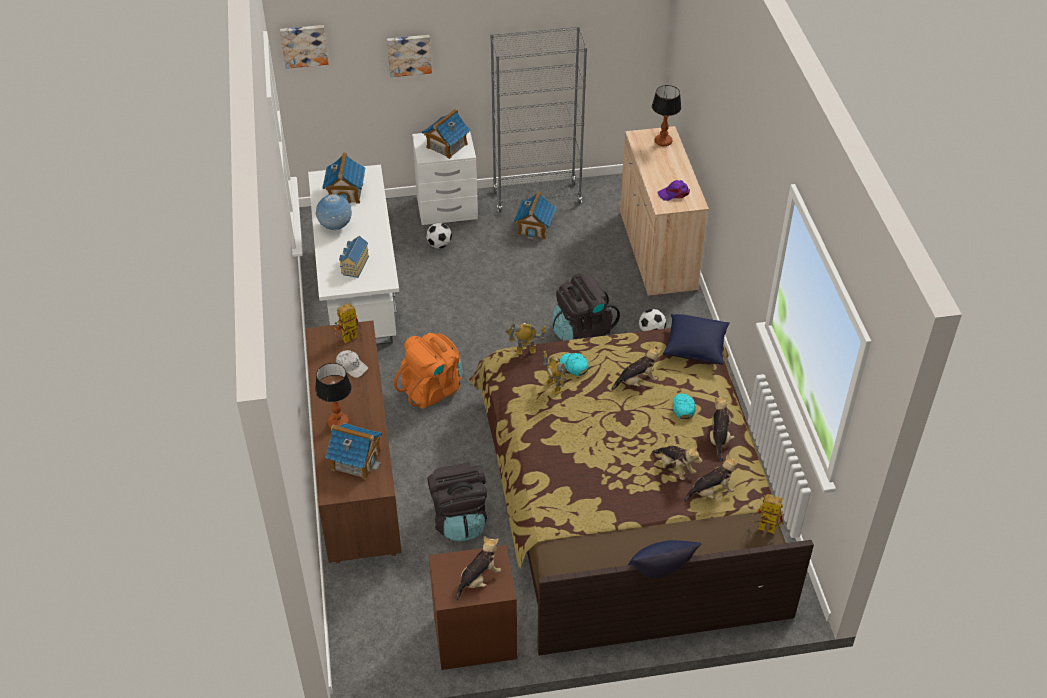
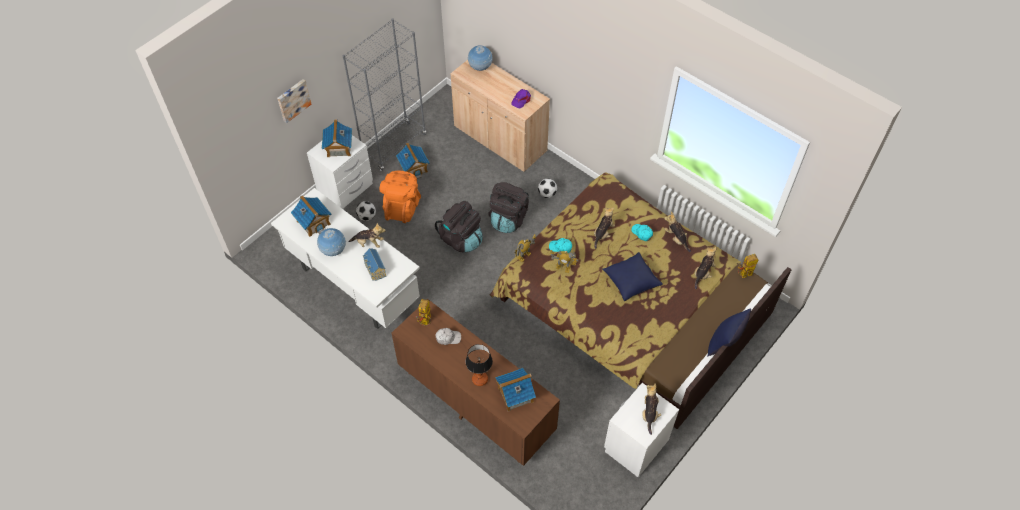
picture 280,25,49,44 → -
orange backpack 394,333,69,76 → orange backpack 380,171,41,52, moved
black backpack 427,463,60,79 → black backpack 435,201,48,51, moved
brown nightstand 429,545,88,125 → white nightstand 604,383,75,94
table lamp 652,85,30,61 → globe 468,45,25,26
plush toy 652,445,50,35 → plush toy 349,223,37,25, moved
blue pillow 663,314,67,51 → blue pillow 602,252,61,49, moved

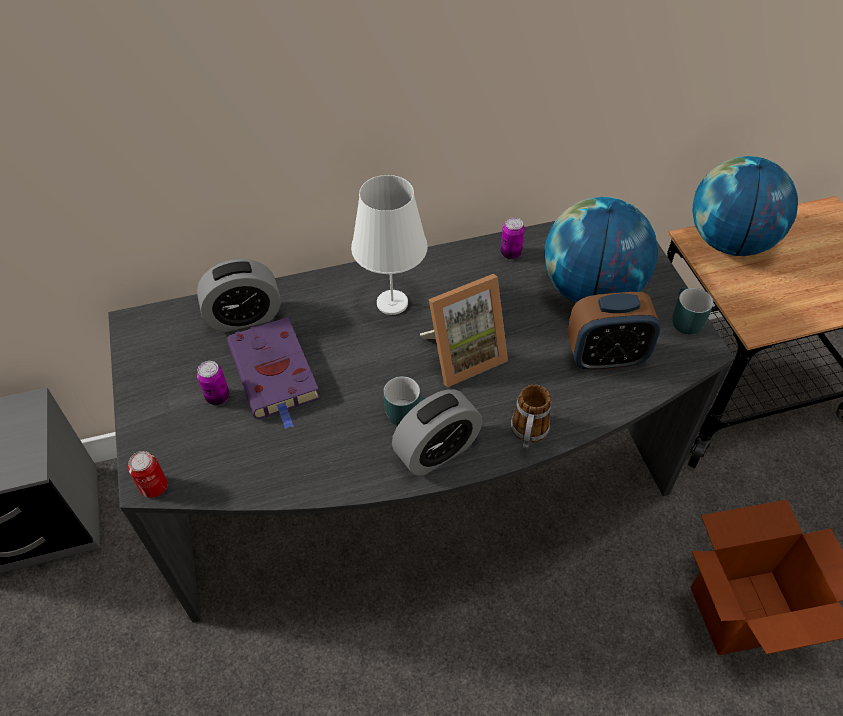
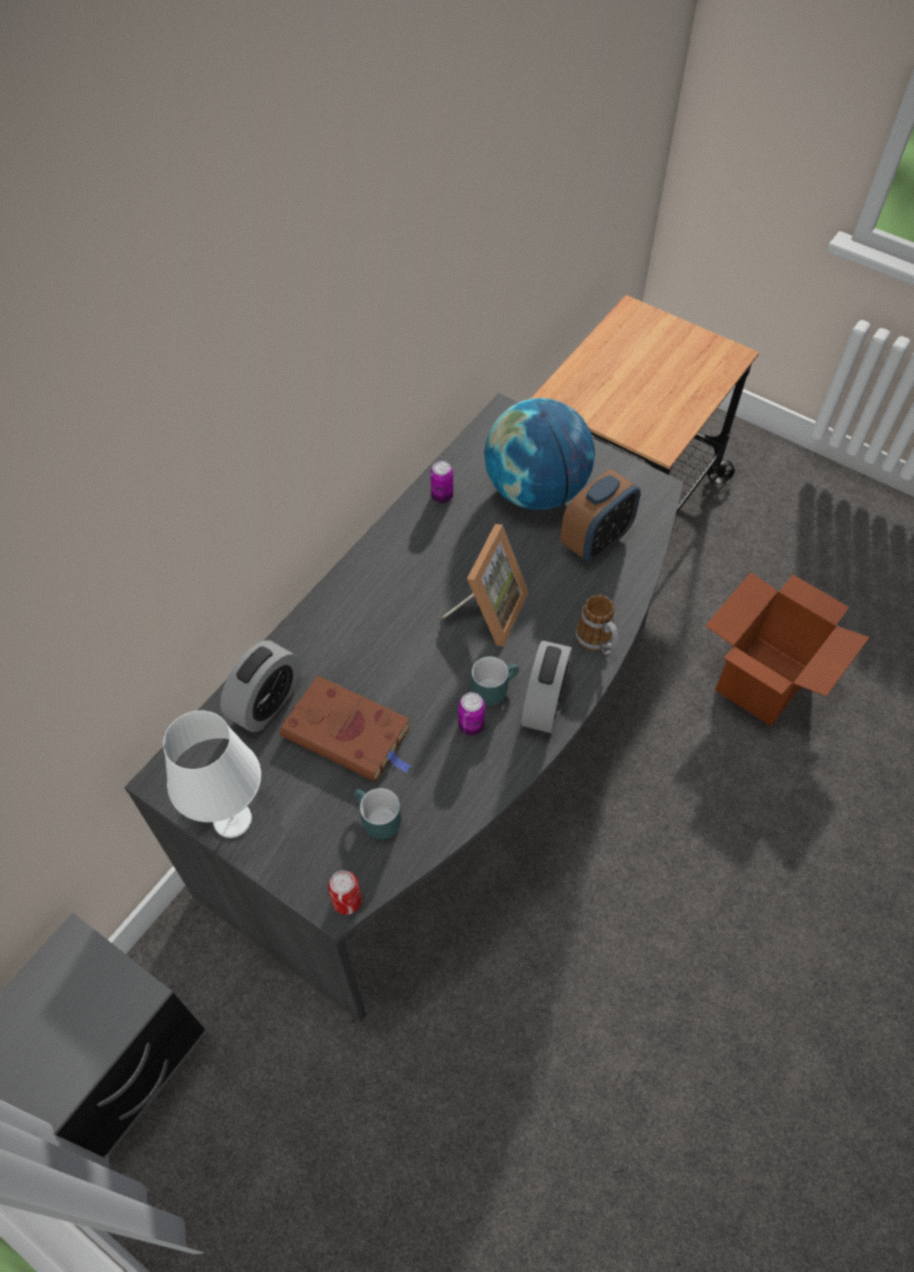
can 197,361,32,44 → can 458,692,27,44, moved
purple book 227,317,93,112 → brown book 280,675,132,107
white table lamp 351,175,77,140 → white table lamp 163,711,98,127, moved
turquoise mug 673,287,41,48 → turquoise mug 354,788,47,51, moved
globe 692,156,106,100 → -

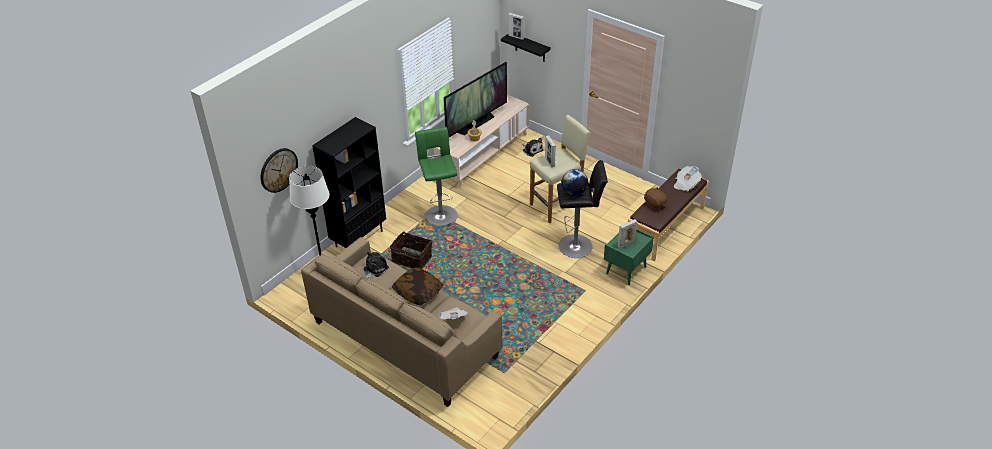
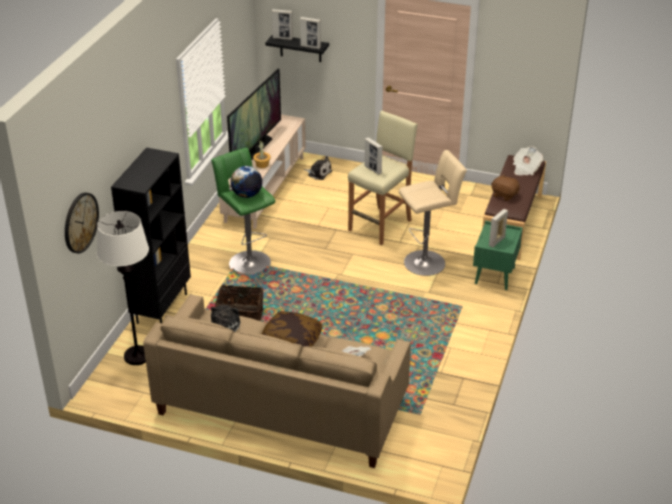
black stool 557,160,51,98 → beige stool 399,150,68,126
globe 562,169,26,27 → globe 230,166,32,32, moved
- → picture frame 300,17,21,32

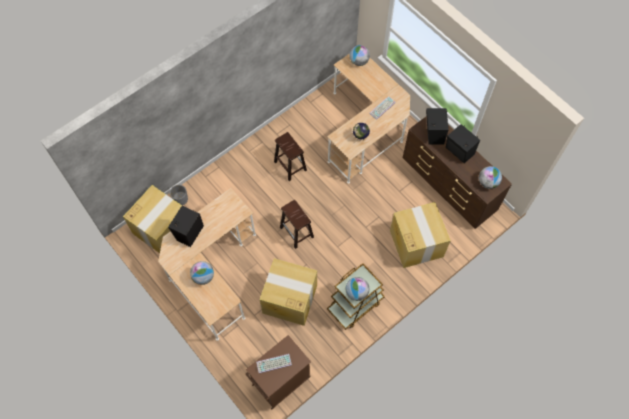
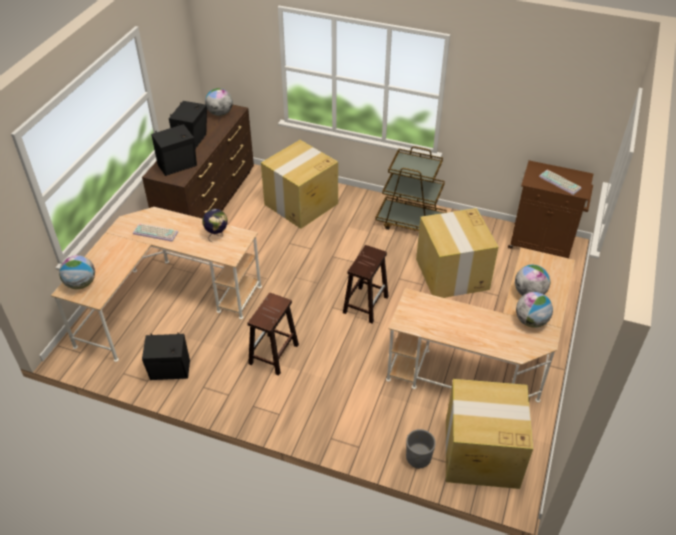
black speaker 168,206,36,41 → black speaker 142,333,48,47, moved
globe 346,277,23,24 → globe 516,292,37,36, moved

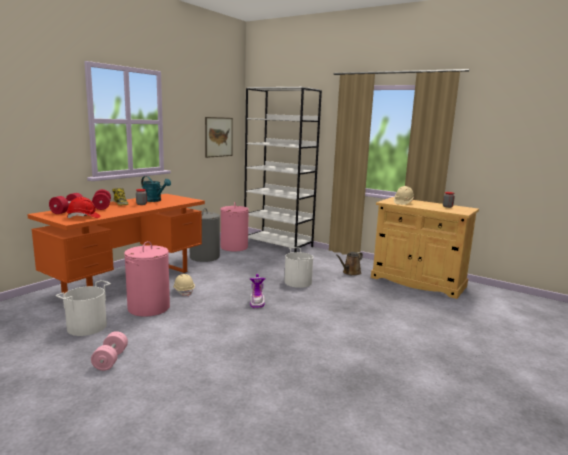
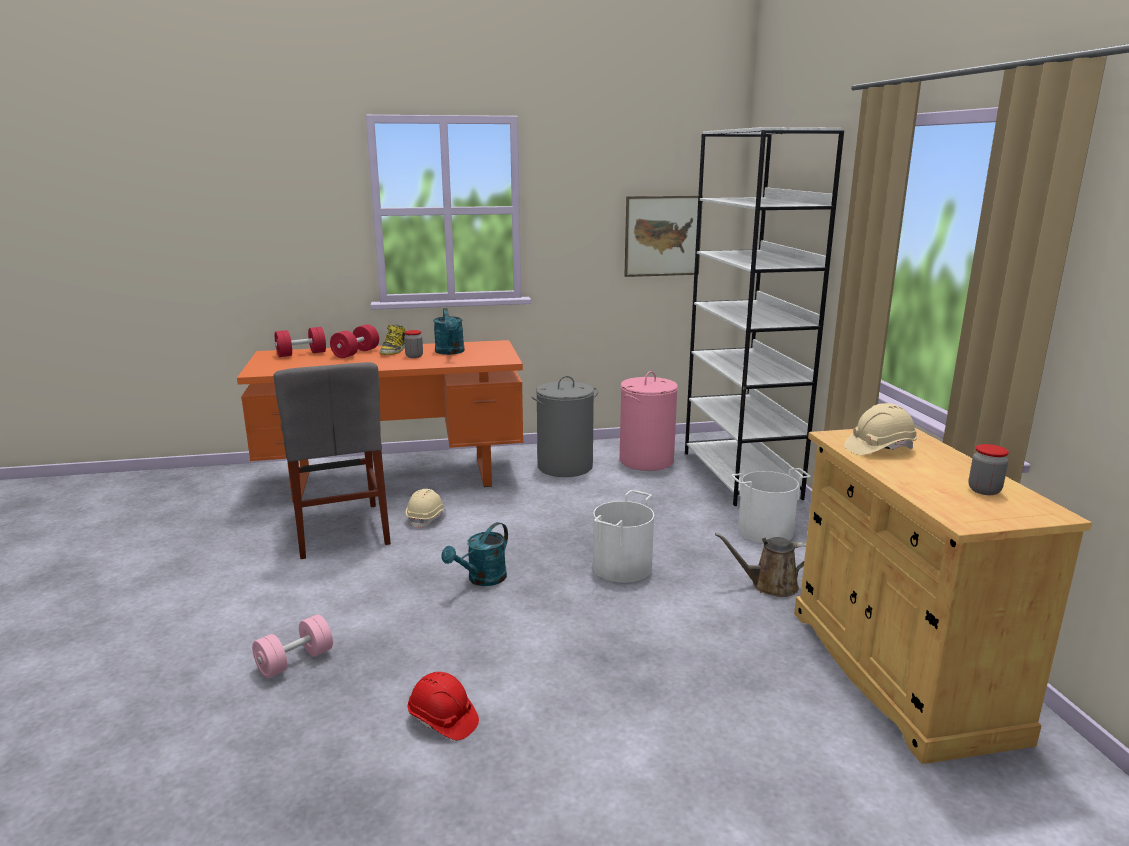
white bucket 56,280,55,56 → white bucket 731,468,80,75, moved
red hard hat 67,197,33,21 → red hard hat 407,672,72,68, moved
pink dumbbell 91,331,37,40 → pink dumbbell 252,614,81,64, moved
pink laundry basket 124,241,46,76 → grey chair 273,362,118,197
boot 250,274,16,35 → turquoise watering can 442,522,66,64

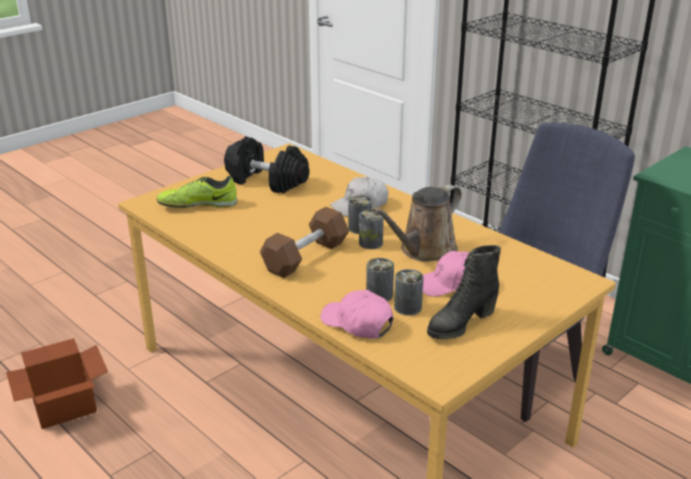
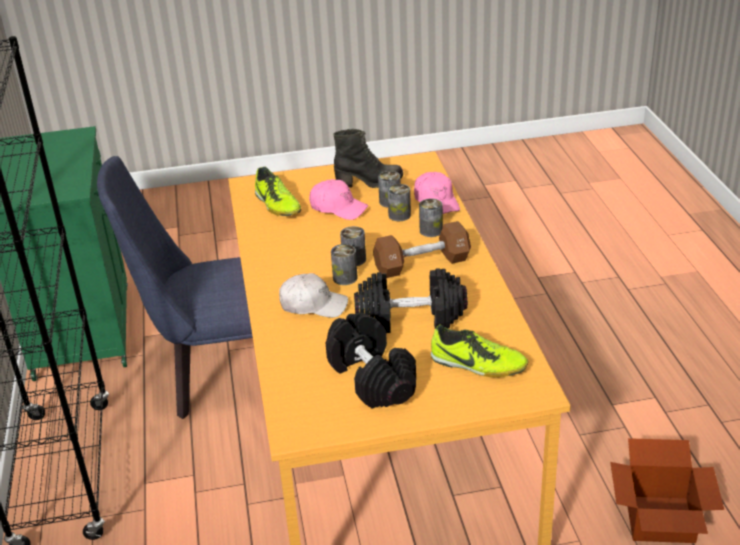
brown watering can 373,184,89,78 → -
- → shoe 255,167,46,49
- → black dumbbell 354,268,114,65
- → can 419,198,24,39

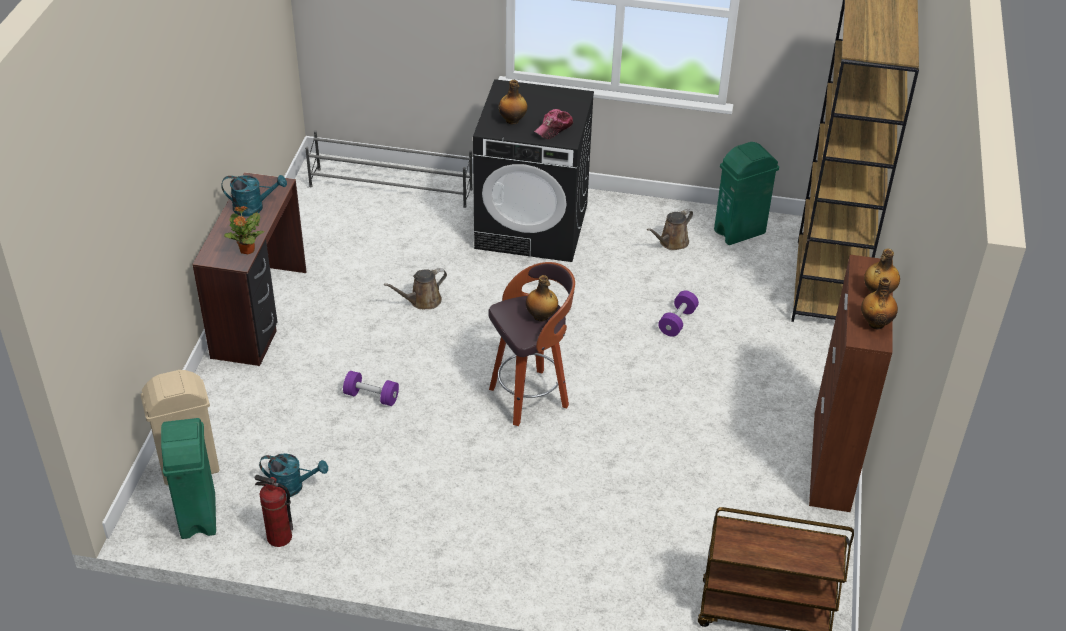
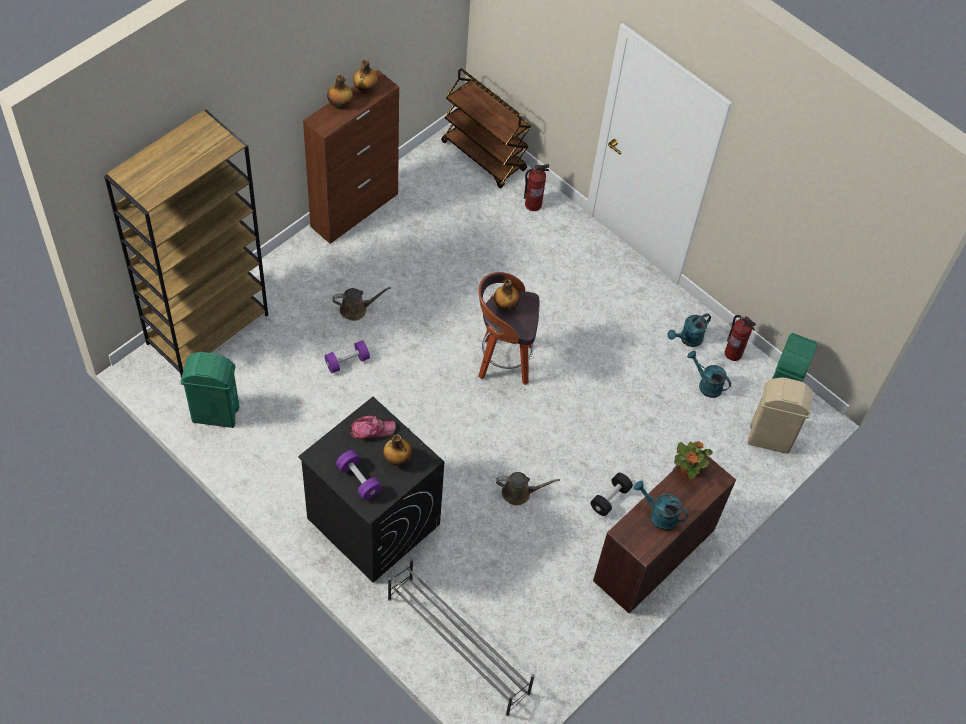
purple dumbbell 343,371,56,35 → purple dumbbell 336,450,46,50, moved
brown watering can 647,209,46,41 → brown watering can 333,287,58,34, moved
- → fire extinguisher 524,164,26,47
- → black dumbbell 590,473,43,43
- → turquoise watering can 667,313,44,34

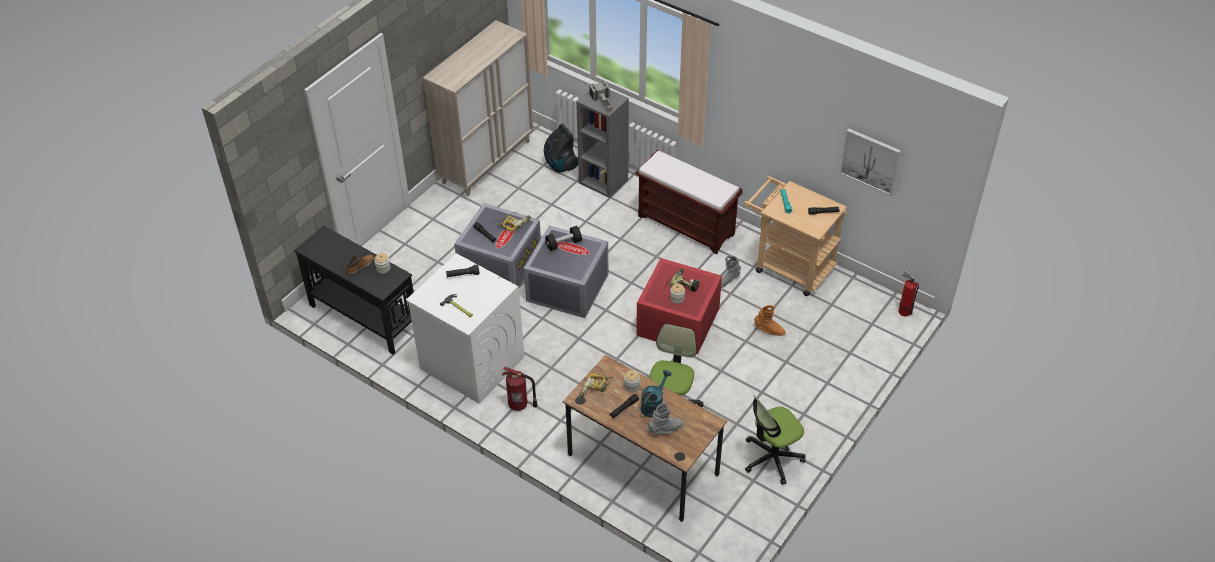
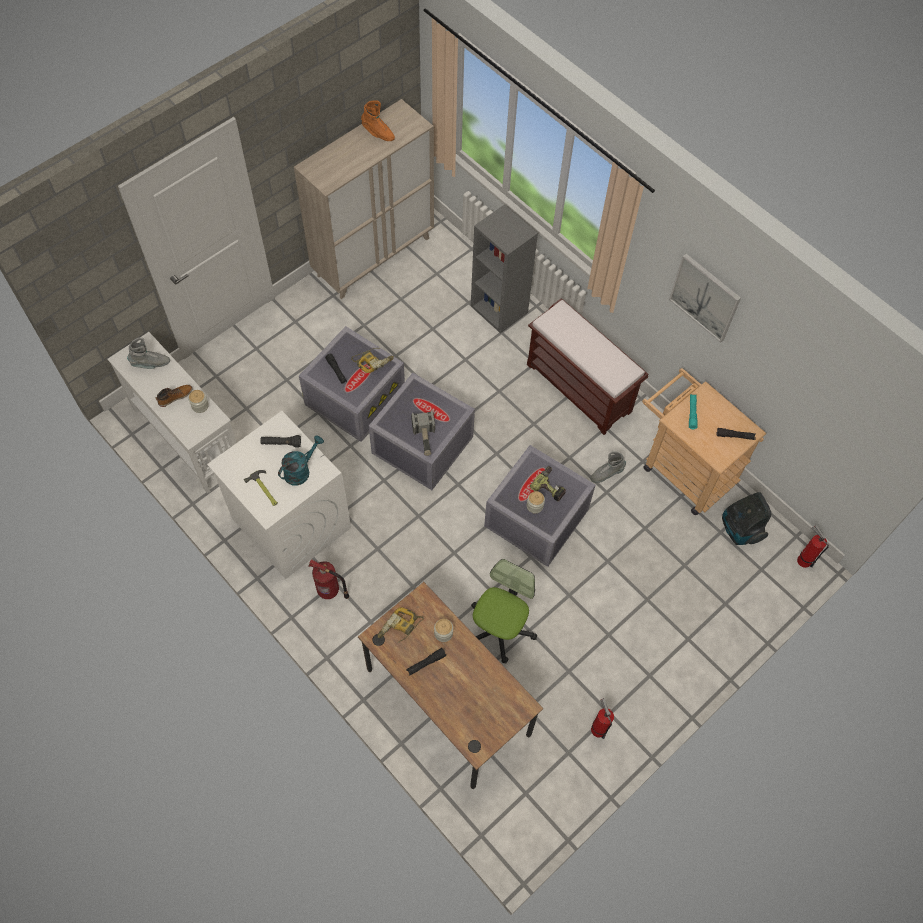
black console table 294,226,120,129 → white console table 108,332,129,161
vacuum cleaner 544,124,34,49 → vacuum cleaner 722,492,49,53, moved
black dumbbell 545,226,37,25 → -
hammer 589,81,24,29 → hammer 411,410,24,46, moved
red storage box 636,258,86,96 → grey storage box 484,445,112,122
turquoise watering can 641,370,31,48 → turquoise watering can 278,435,46,50, moved
grey boot 648,403,36,31 → grey boot 127,337,43,32, moved
office chair 745,396,61,89 → fire extinguisher 591,698,23,41
orange boot 754,305,32,31 → orange boot 361,100,34,41, moved
picture 840,129,61,67 → picture 669,254,72,89, moved

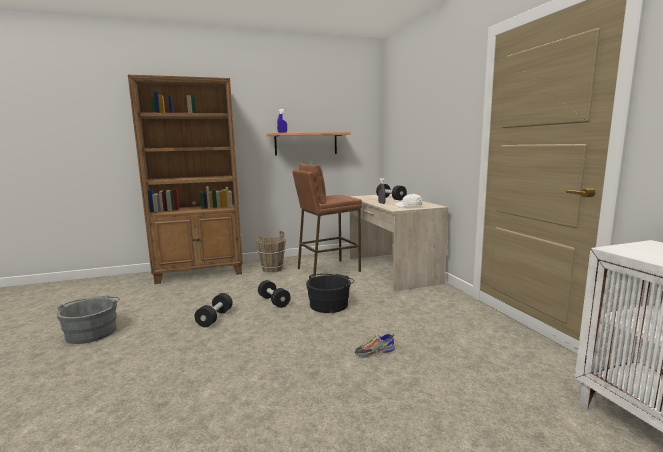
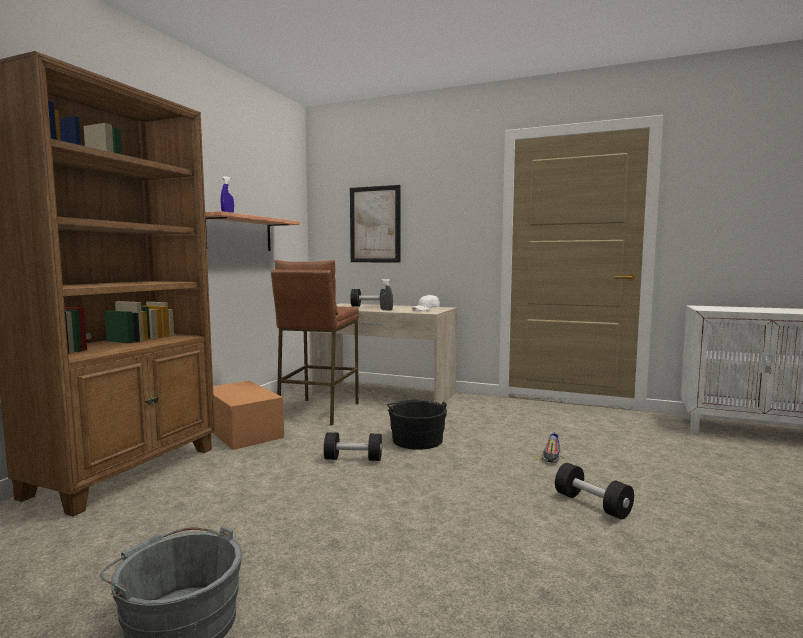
black dumbbell 195,293,38,34 → black dumbbell 555,463,79,57, moved
brown bucket 256,231,30,41 → cardboard box 213,381,71,69
- → picture 350,185,51,77

